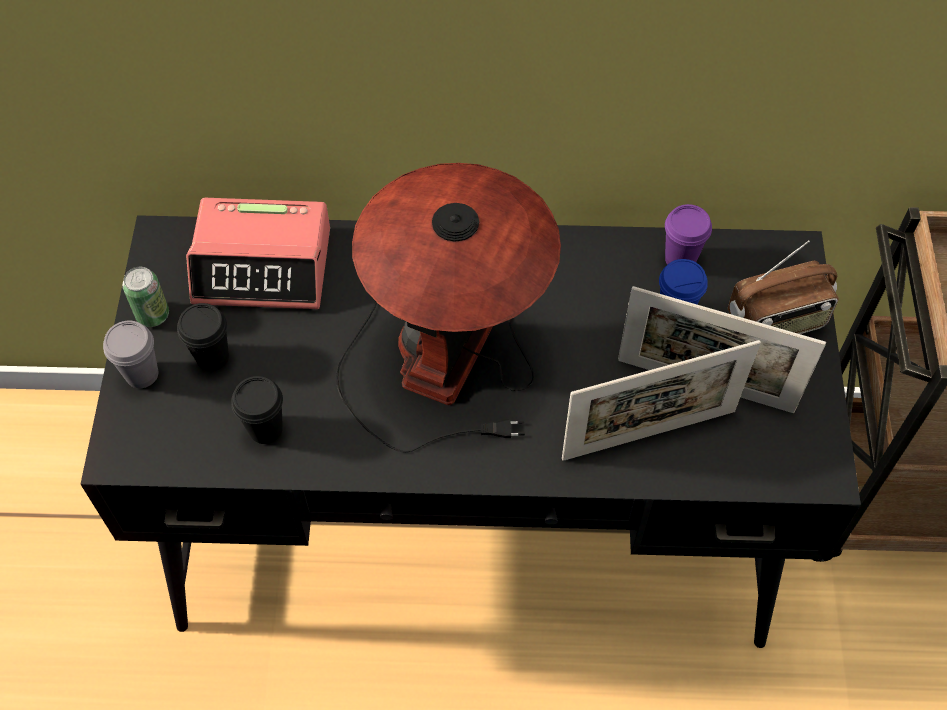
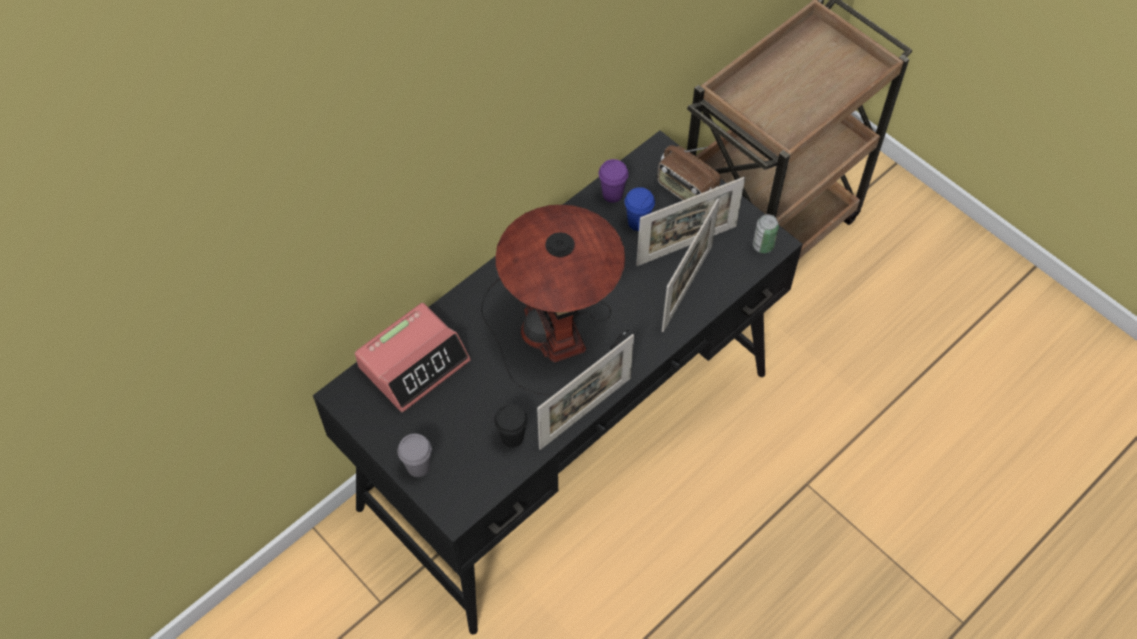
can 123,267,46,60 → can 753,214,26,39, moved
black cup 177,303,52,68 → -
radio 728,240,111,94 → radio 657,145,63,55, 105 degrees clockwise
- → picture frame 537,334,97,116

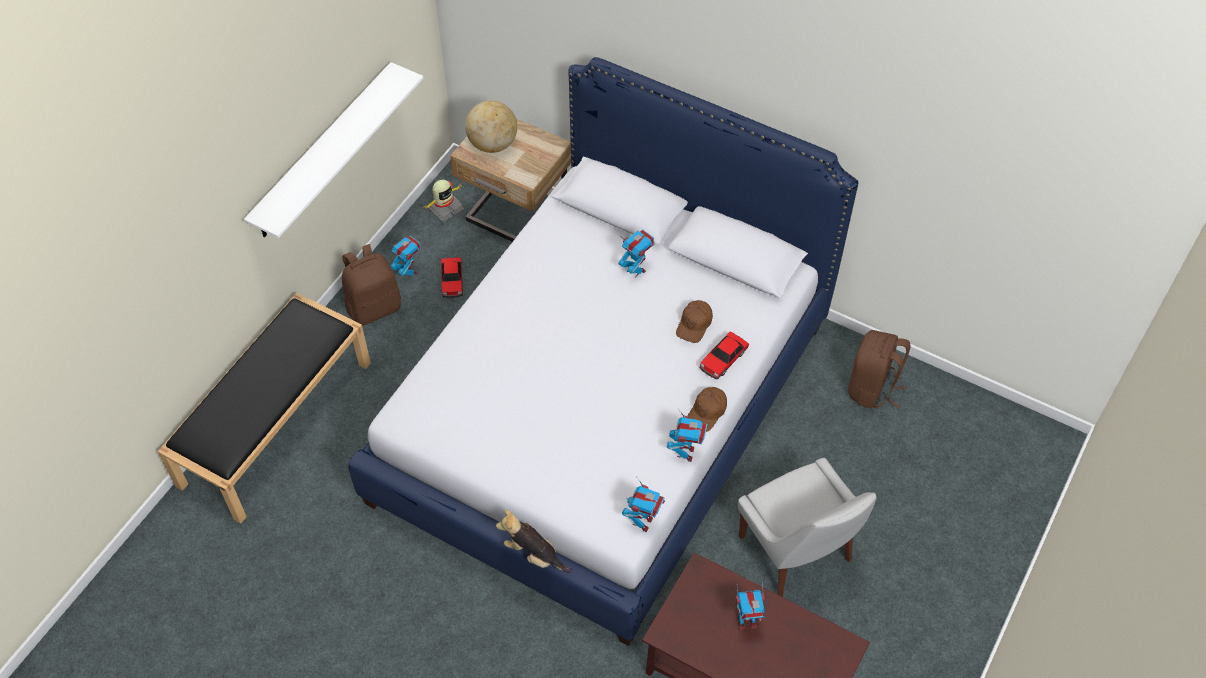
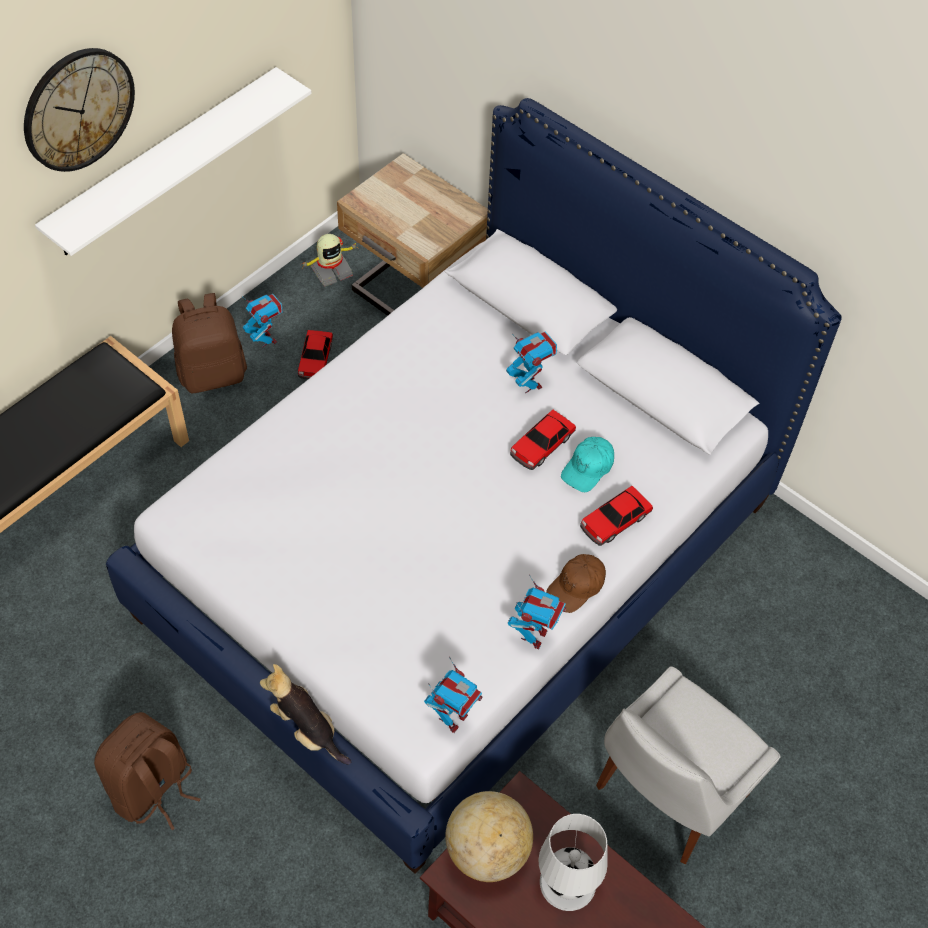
globe 465,100,52,53 → globe 445,791,88,91, moved
brown cap 676,300,37,43 → turquoise cap 561,437,53,55
toy robot 736,581,29,49 → white table lamp 538,814,70,97
white chair 738,458,139,139 → white chair 596,666,185,198, 60 degrees clockwise
brown backpack 848,330,62,79 → brown backpack 94,712,106,118, moved
- → wall clock 24,48,111,124
- → toy car 510,410,66,60

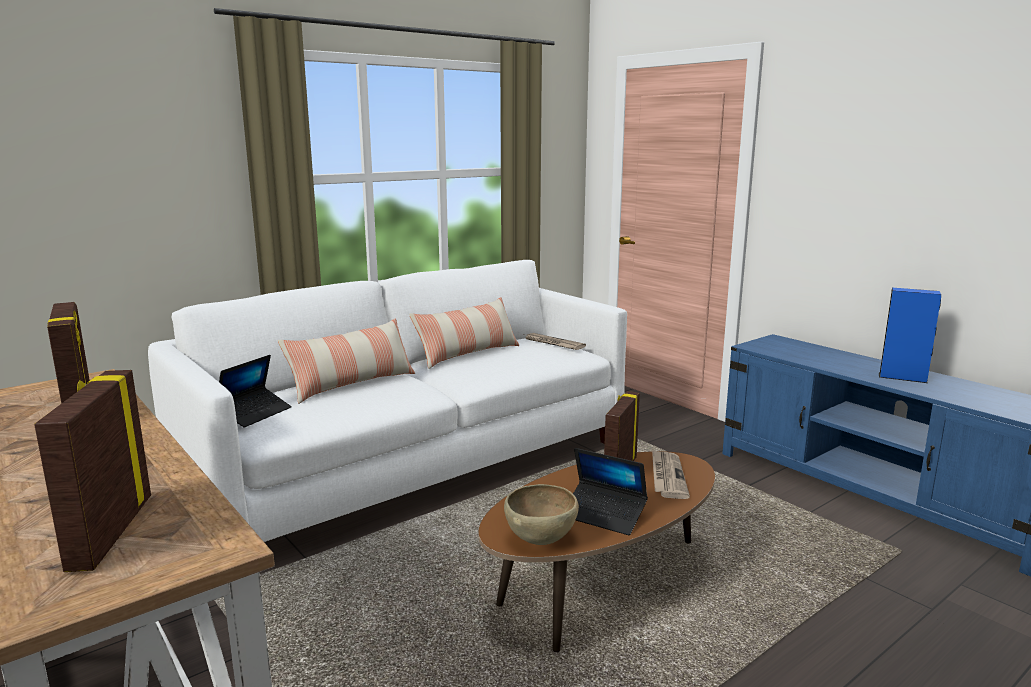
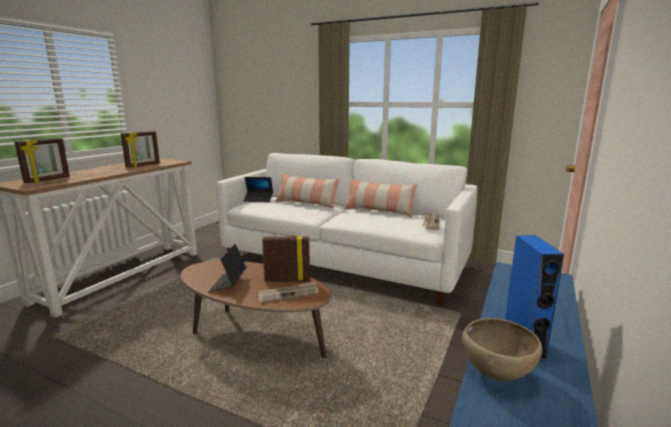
picture frame 34,370,117,202 → picture frame 15,138,55,46, 150 degrees clockwise
brown bowl 504,484,75,61 → brown bowl 462,318,80,63, moved

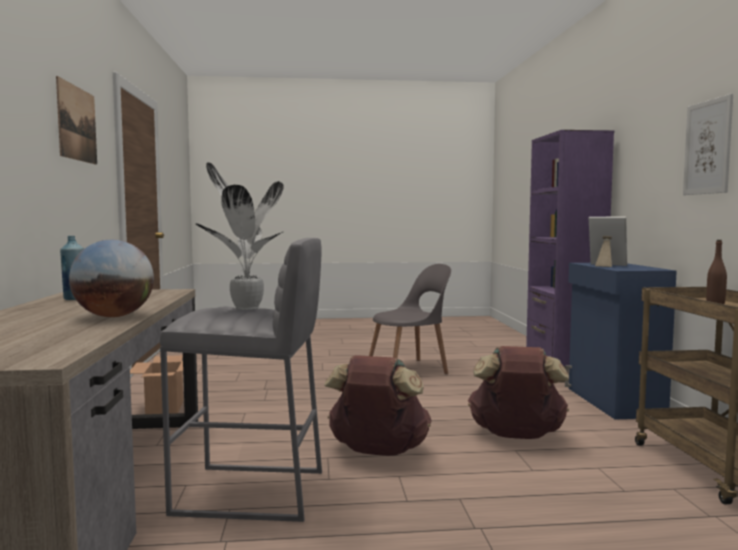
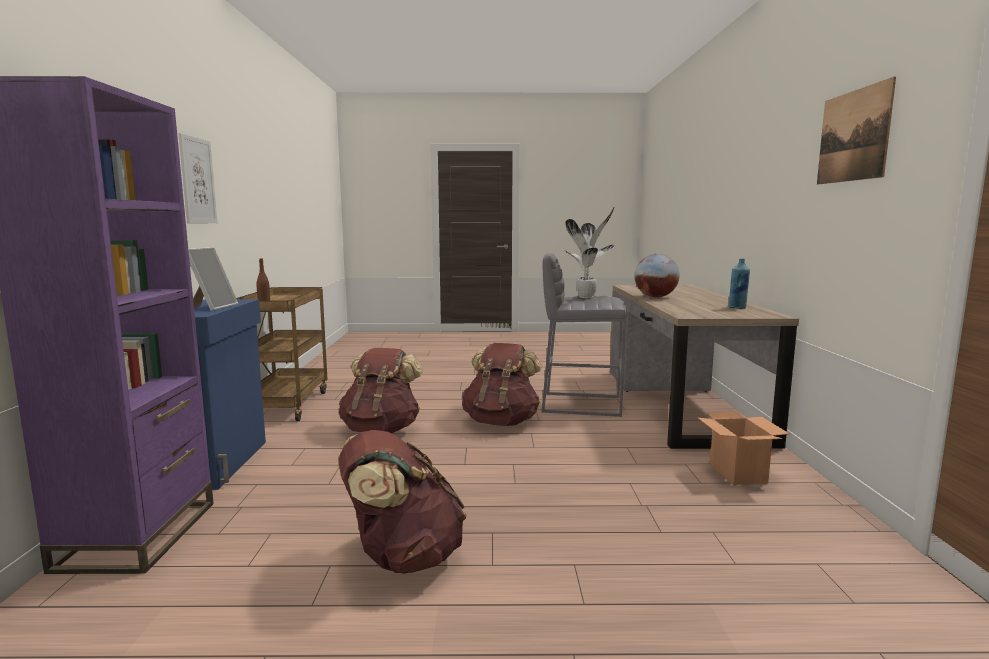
grey chair 369,264,82,110 → brown backpack 338,430,128,144
picture frame 589,217,38,50 → picture frame 188,247,50,64, 120 degrees counterclockwise

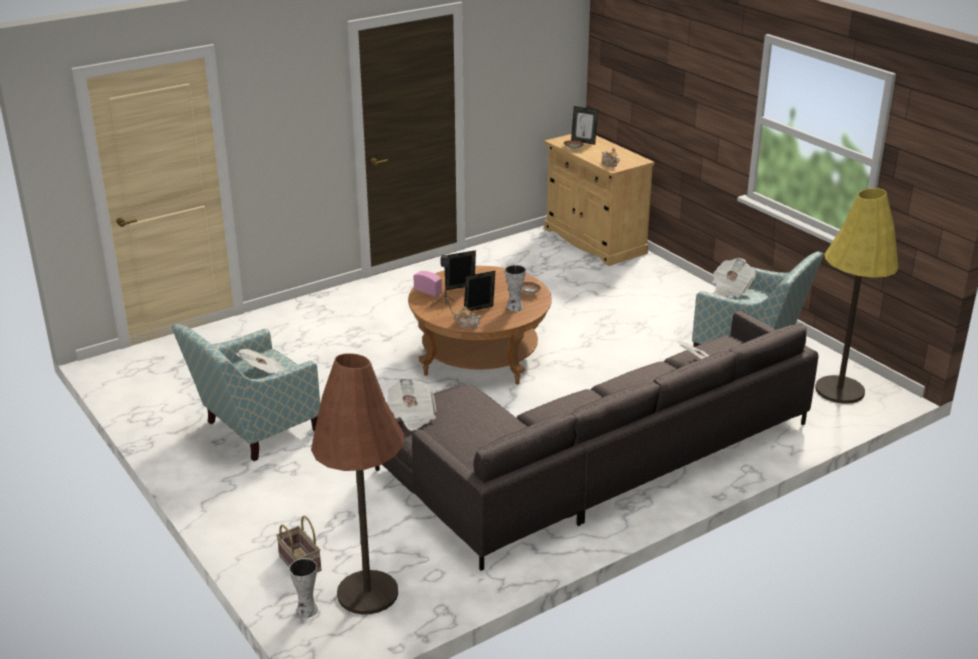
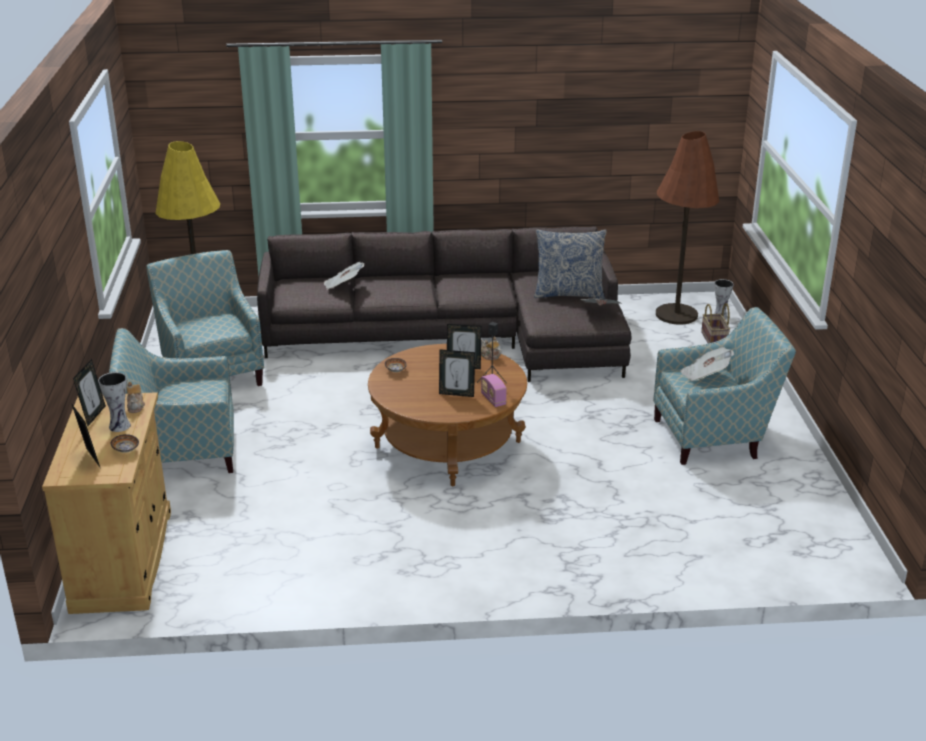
vase 505,265,21,47 → vase 98,372,33,60, moved
newspaper 712,258,44,39 → -
- → picture frame 73,359,33,67
- → armchair 109,328,125,145
- → pillow 534,229,73,70

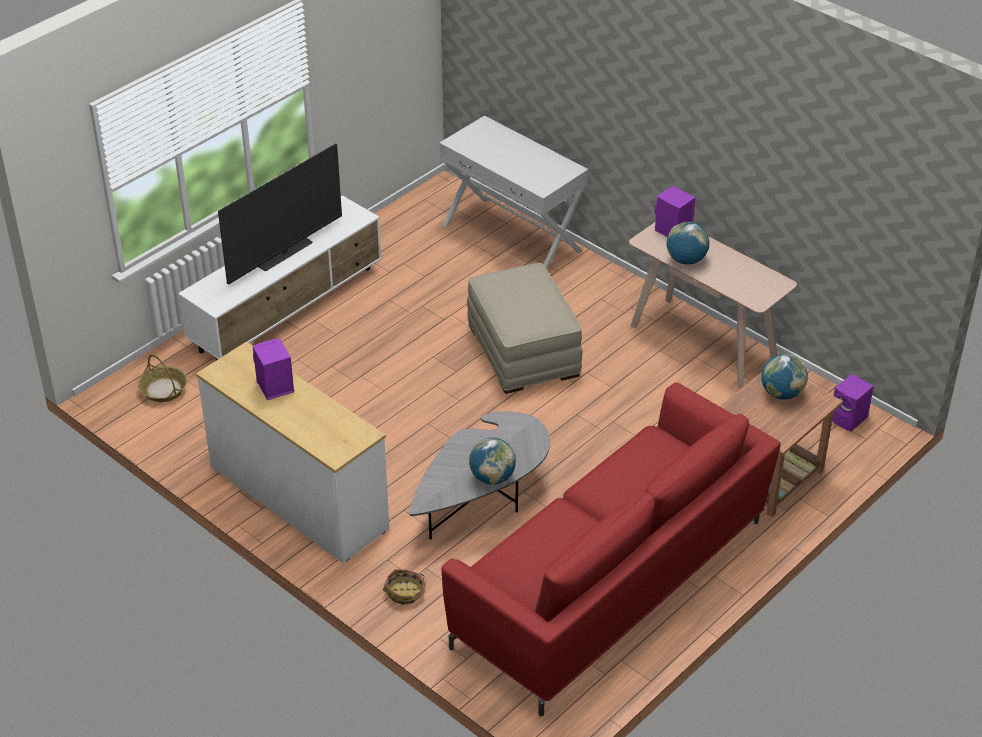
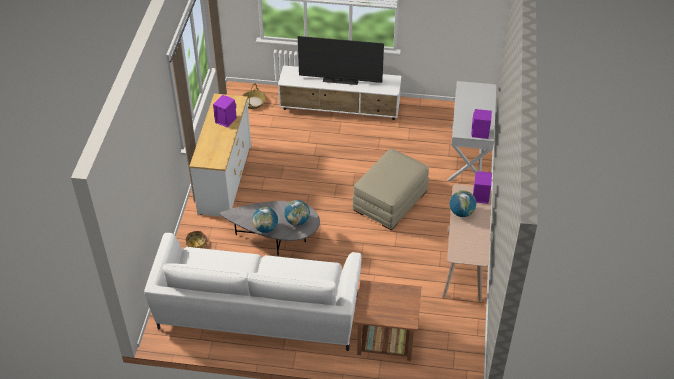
red sofa 441,382,340,334 → white sofa 144,233,218,118
globe 761,354,47,46 → globe 284,200,26,26, moved
purple speaker 832,374,42,58 → purple speaker 471,109,21,30, moved

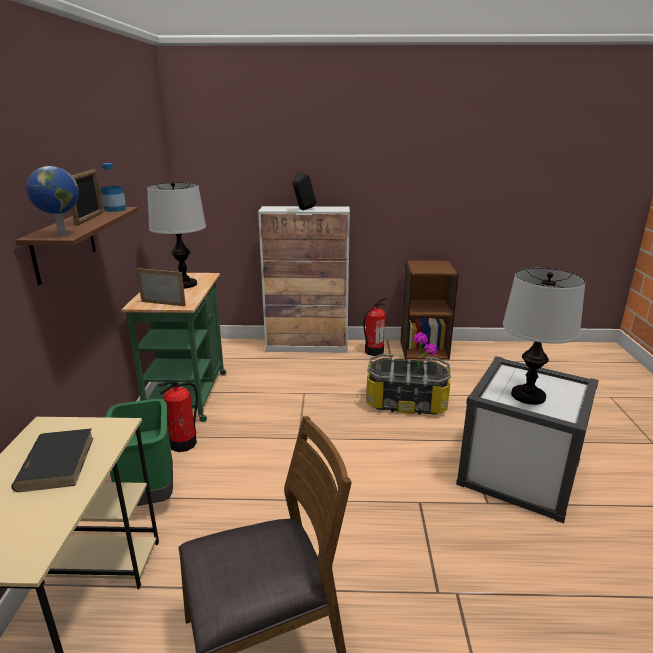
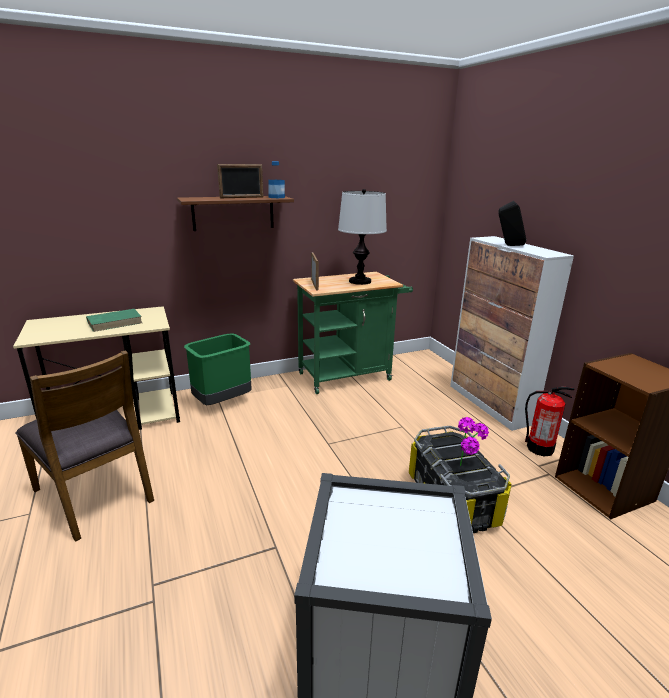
black book 12,428,81,64 → green book 86,309,56,23
globe 27,166,52,70 → -
fire extinguisher 158,381,40,71 → -
table lamp 503,268,82,137 → -

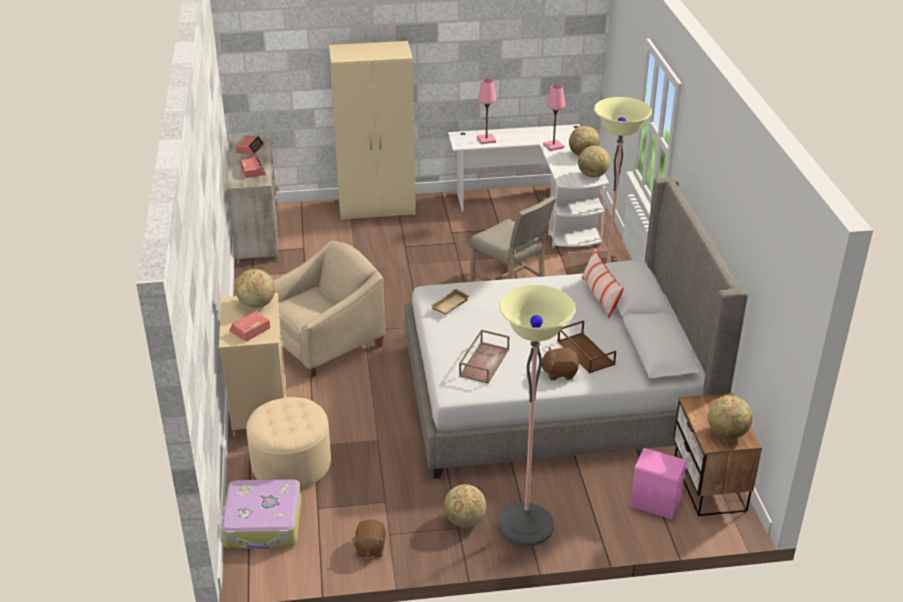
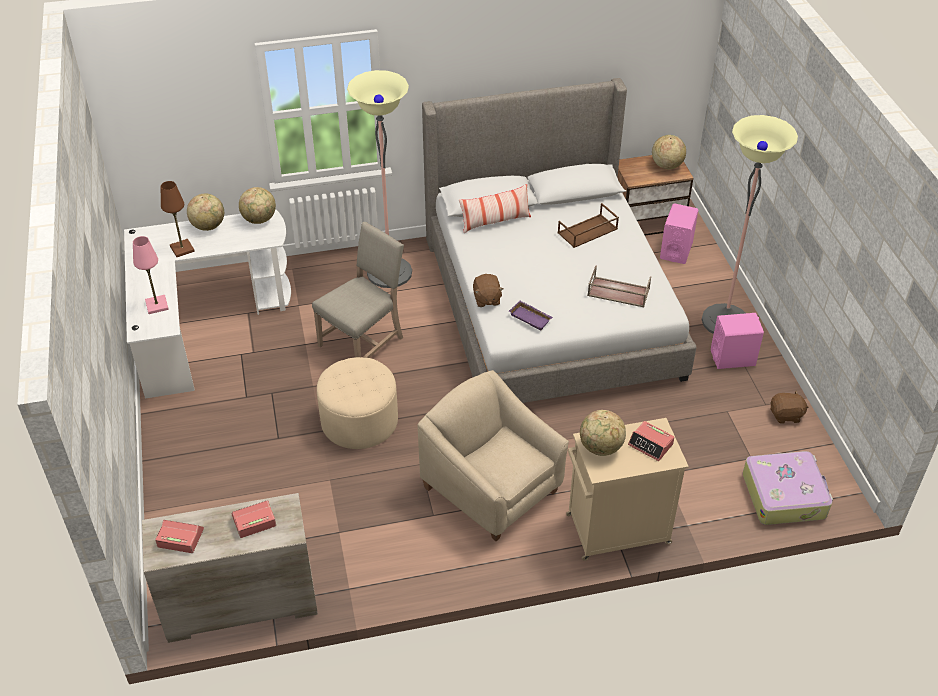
beige ottoman 246,397,85,92 → beige ottoman 317,357,81,92, moved
beige wardrobe 329,41,87,179 → -
beige tray 431,288,39,26 → purple tray 509,301,44,29
globe 444,484,42,43 → pink speaker 711,313,53,56
brown plush toy 541,347,38,33 → brown plush toy 473,274,30,33, moved
pink table lamp 543,84,22,67 → brown table lamp 161,181,34,76

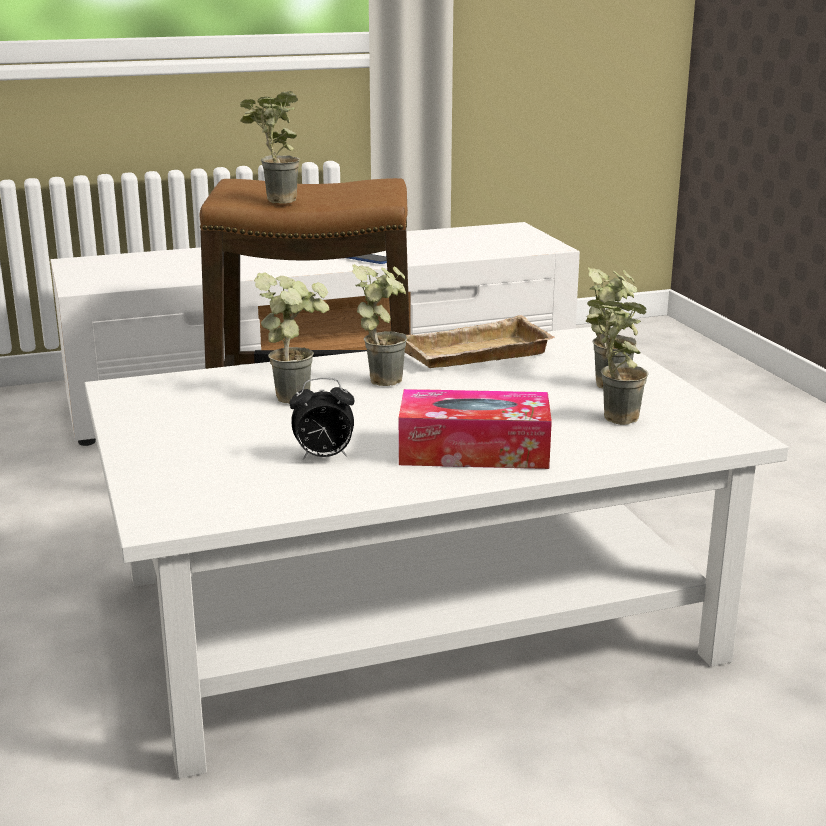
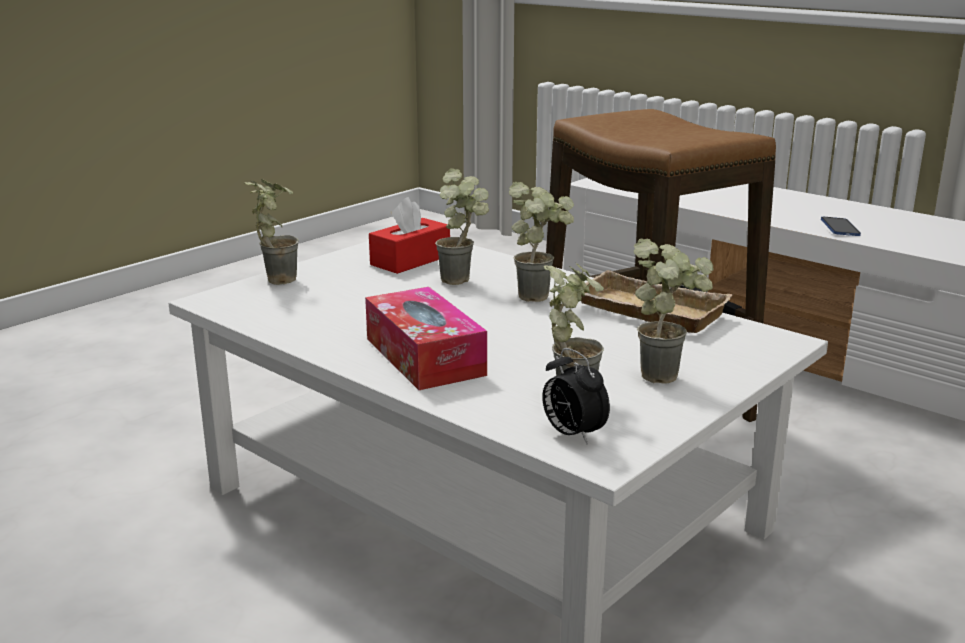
potted plant 240,91,60,113 → potted plant 244,179,55,106, moved
alarm clock 289,378,66,81 → alarm clock 542,348,68,97, moved
- → red tissue box 369,197,81,77

